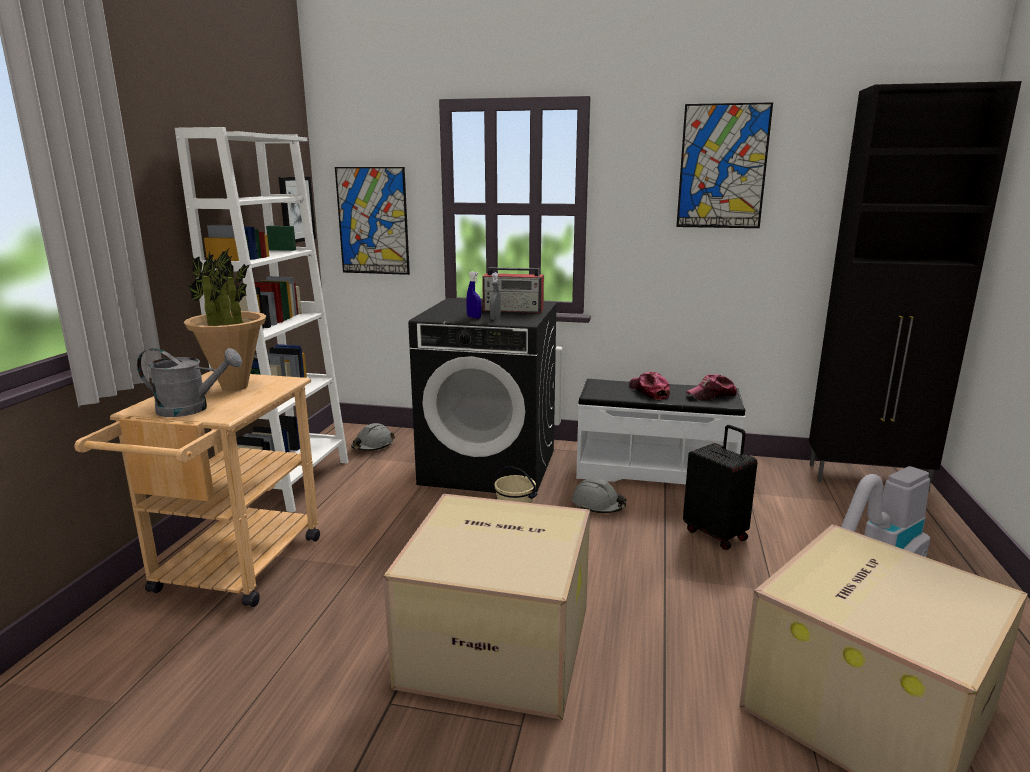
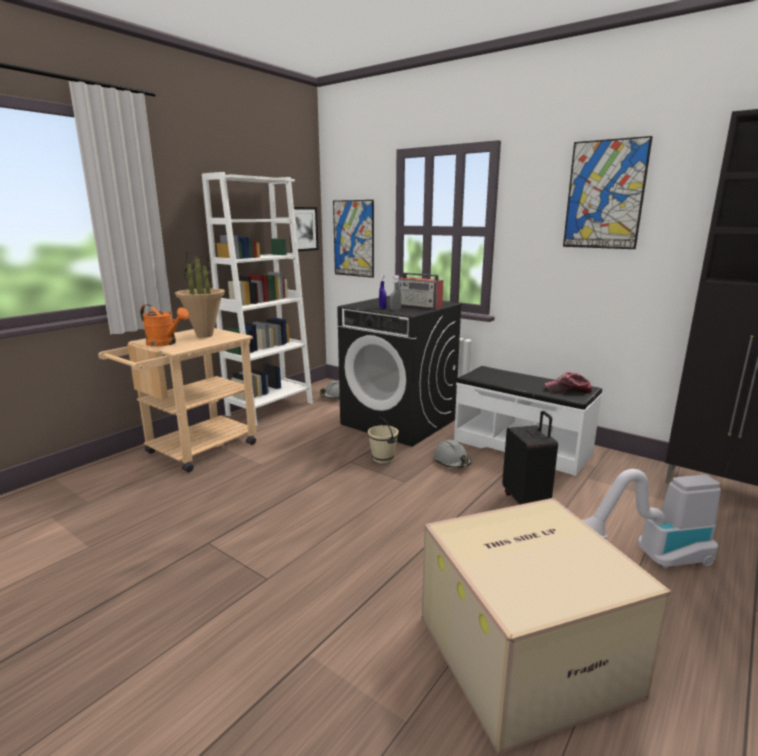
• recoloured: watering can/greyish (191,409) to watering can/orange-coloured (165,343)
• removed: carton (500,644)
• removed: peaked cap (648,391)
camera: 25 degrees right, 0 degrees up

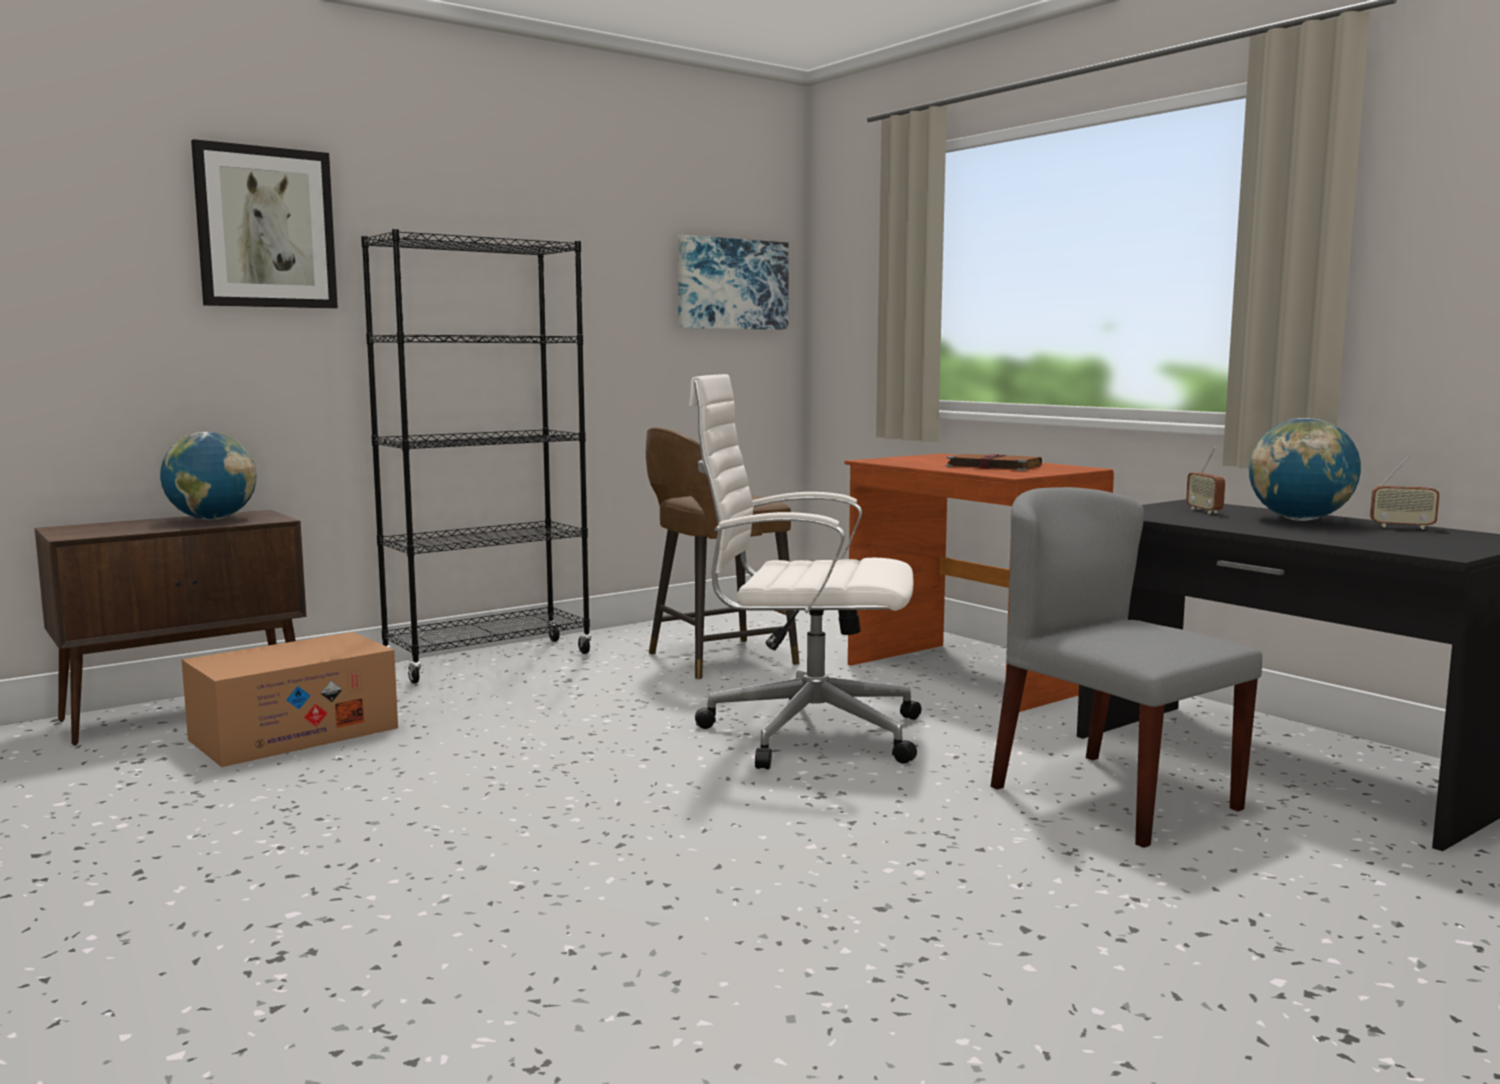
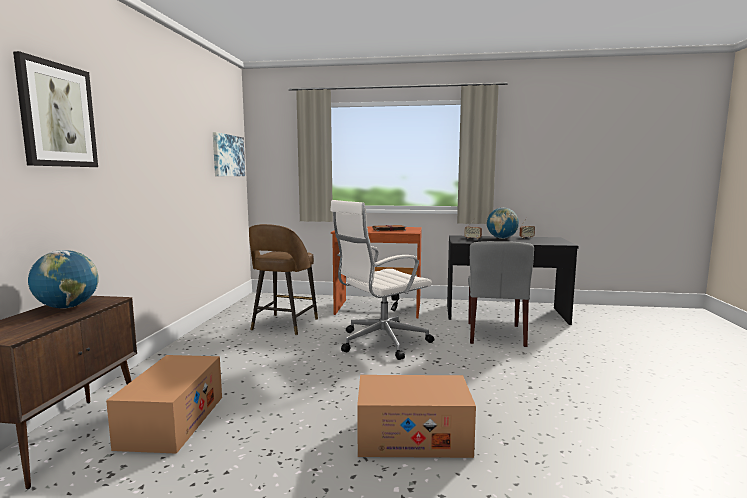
• removed: shelving unit/blackish (489,660)
• turned: plain chair/greyish (1112,797) = (495,334) 90 degrees counterclockwise
• added: carton (413,437)
camera: 45 degrees left, 0 degrees up

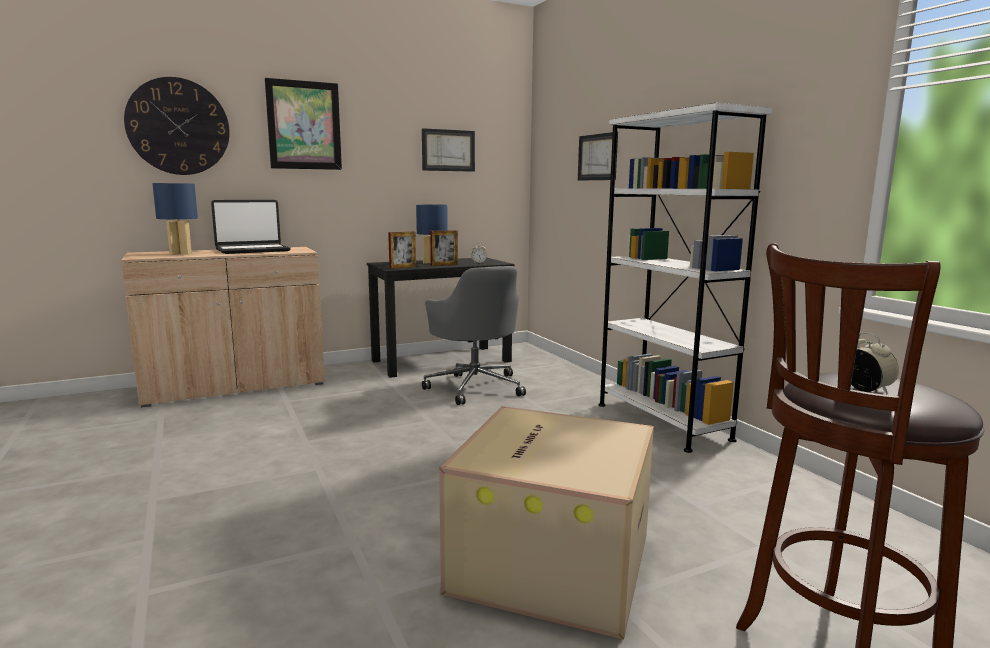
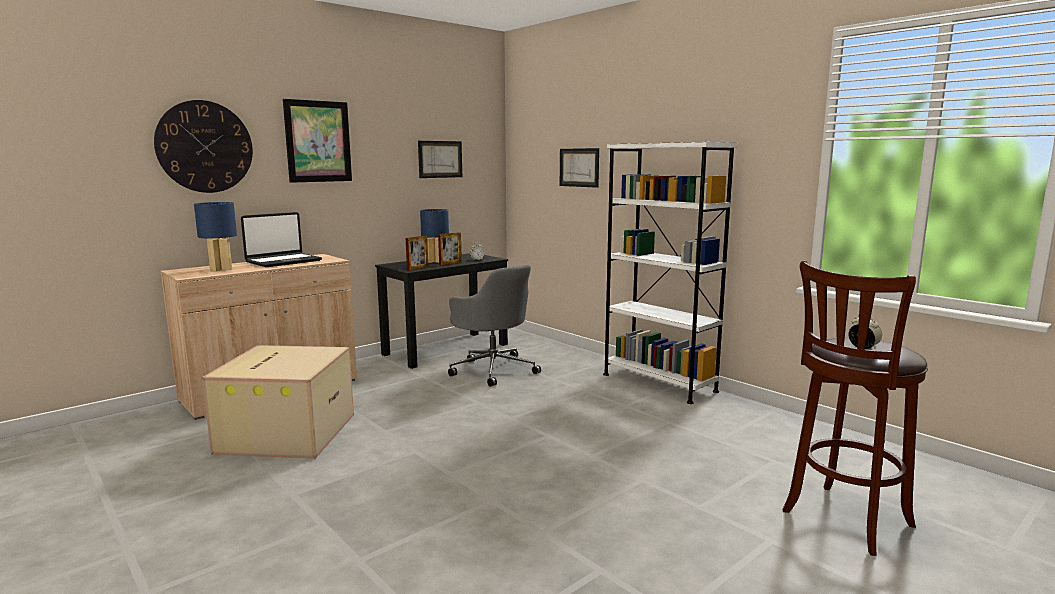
• moved: carton (549,560) to (286,432)
camera: 15 degrees left, 0 degrees up

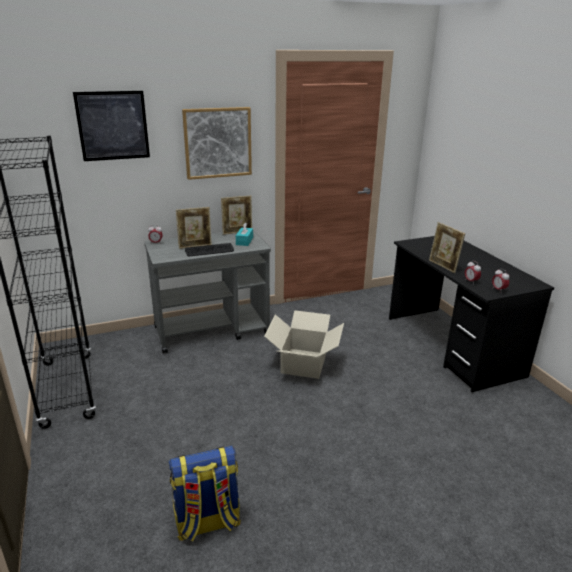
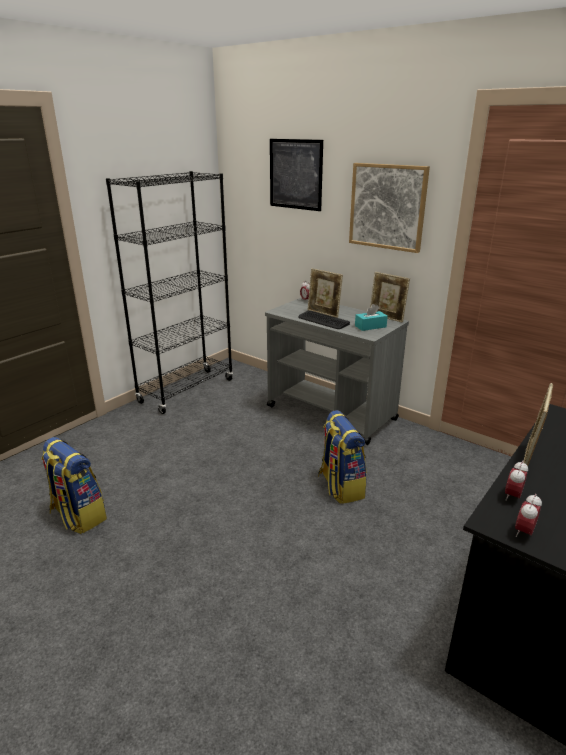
• replaced: carton (303,363) to backpack (340,486)
camera: 60 degrees right, 0 degrees up

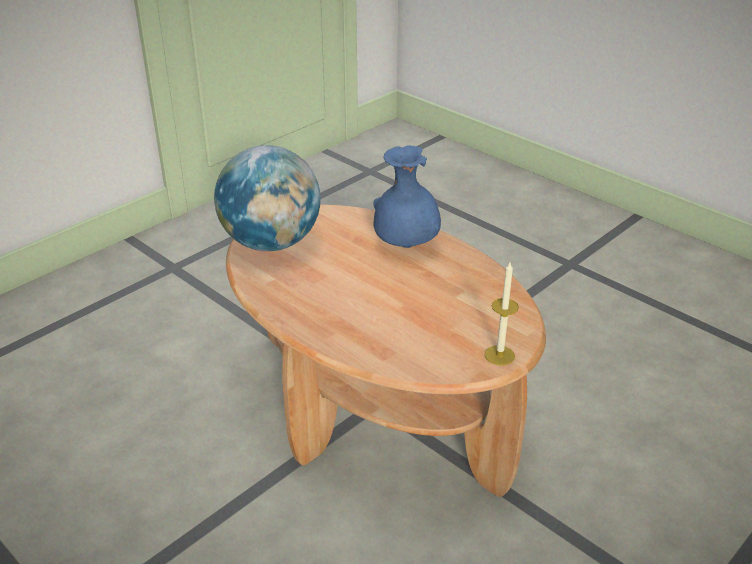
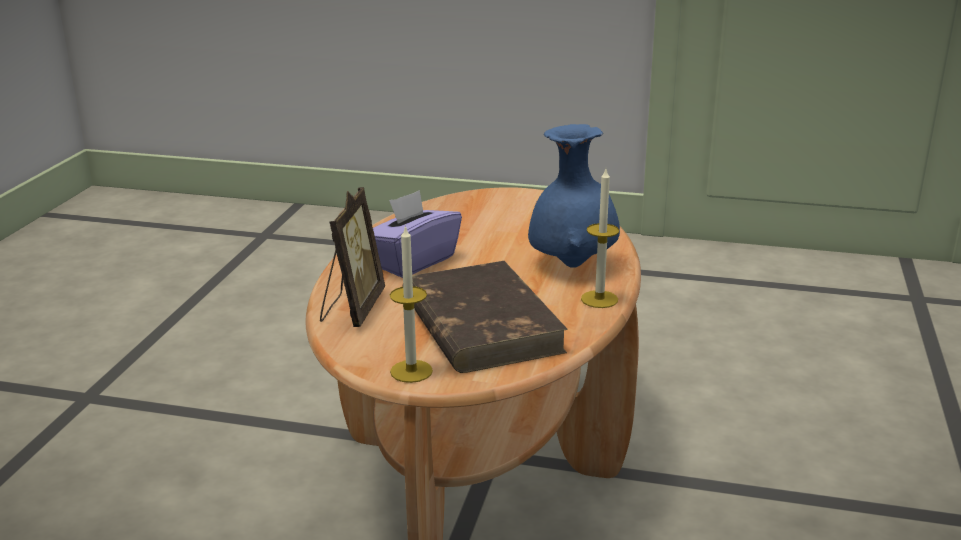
• removed: desk globe (271,243)
• added: picture frame (352,309)
• added: tissue holder/purple (413,261)
• added: volume/brownish (480,324)
• added: wax candle (599,299)
camera: 60 degrees right, 10 degrees down

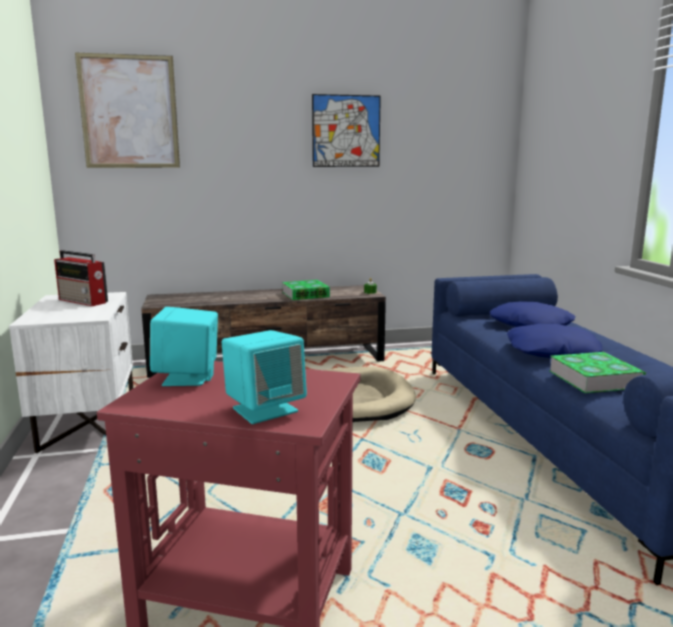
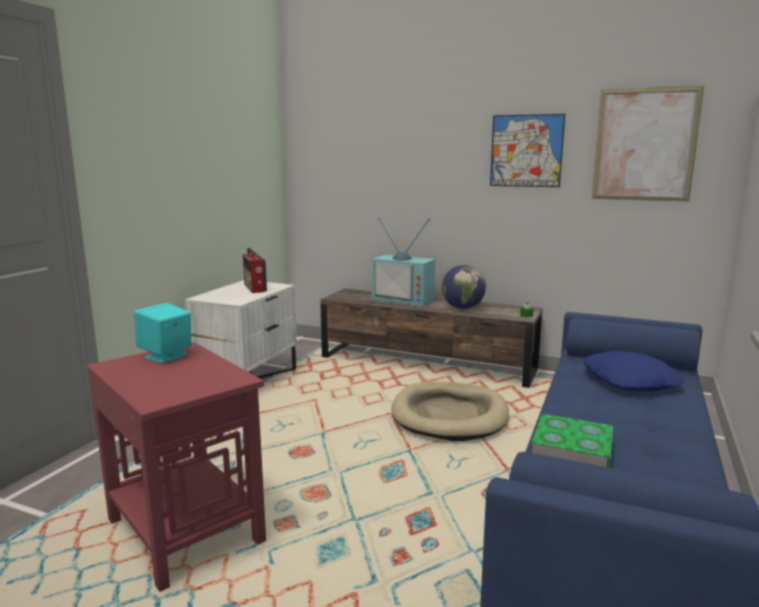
• moved: picture (129,112) to (644,145)
• removed: speaker/turquoise (265,409)
• replaced: volume (305,294) to desk globe (462,308)
• removed: cushion/blue (552,351)
• added: TV (405,299)
camera: 35 degrees right, 0 degrees up

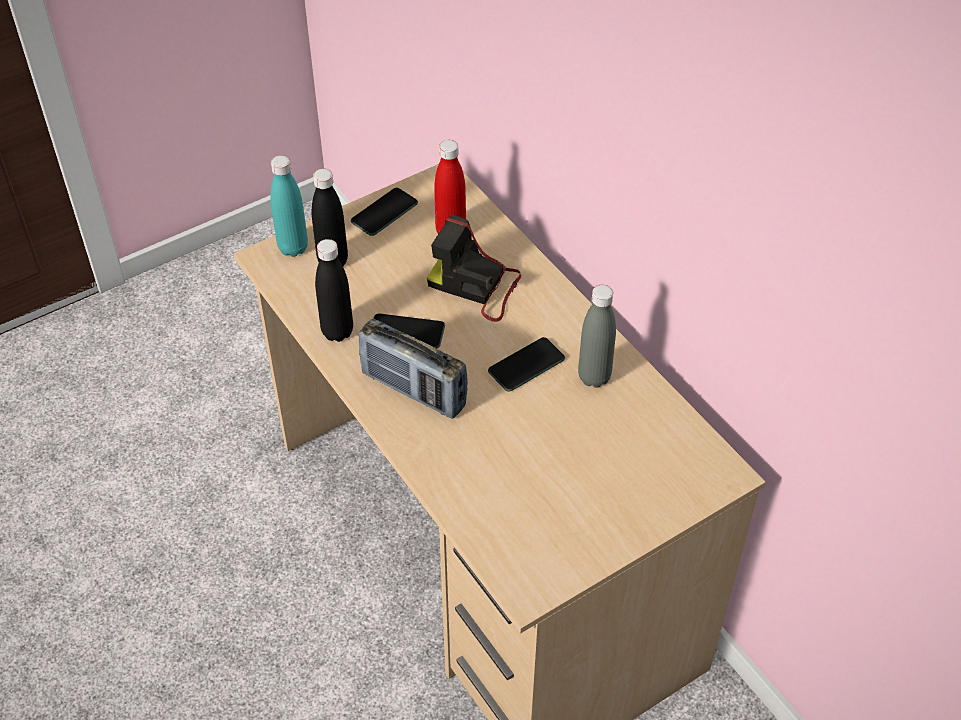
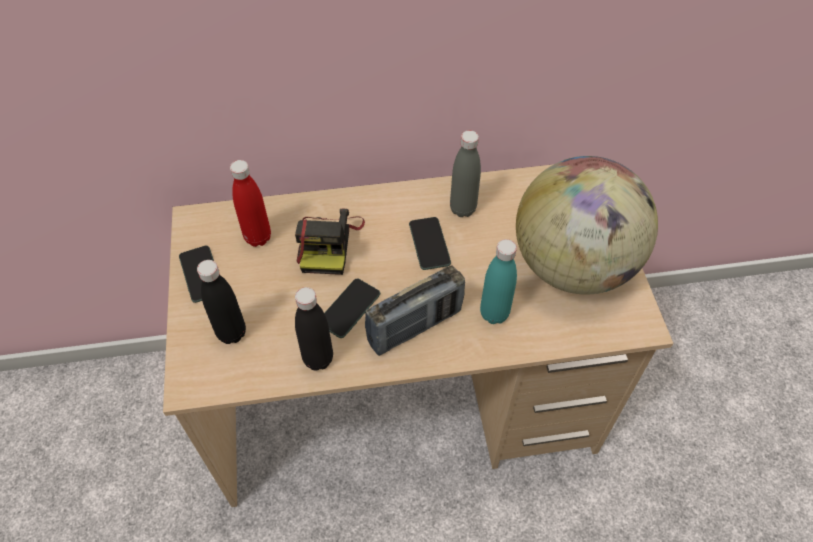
• moved: beverage bottle/turquoise (293,248) to (494,313)
• turned: still camera (476,286) = (328,243) 45 degrees counterclockwise
• added: desk globe (573,265)
camera: 65 degrees left, 5 degrees up

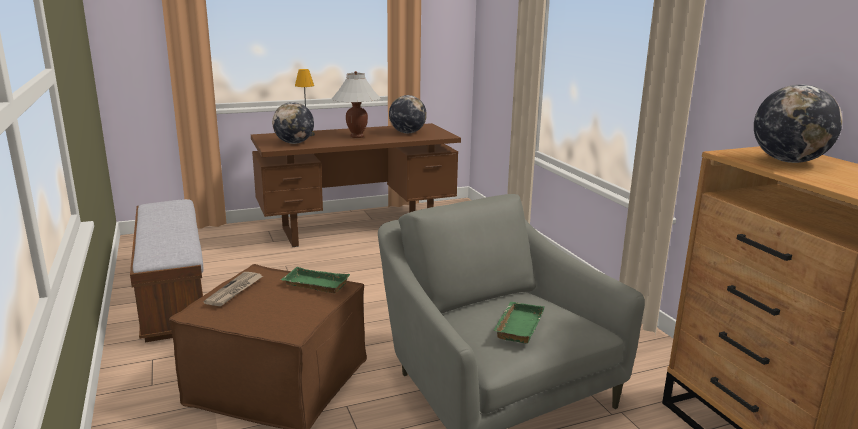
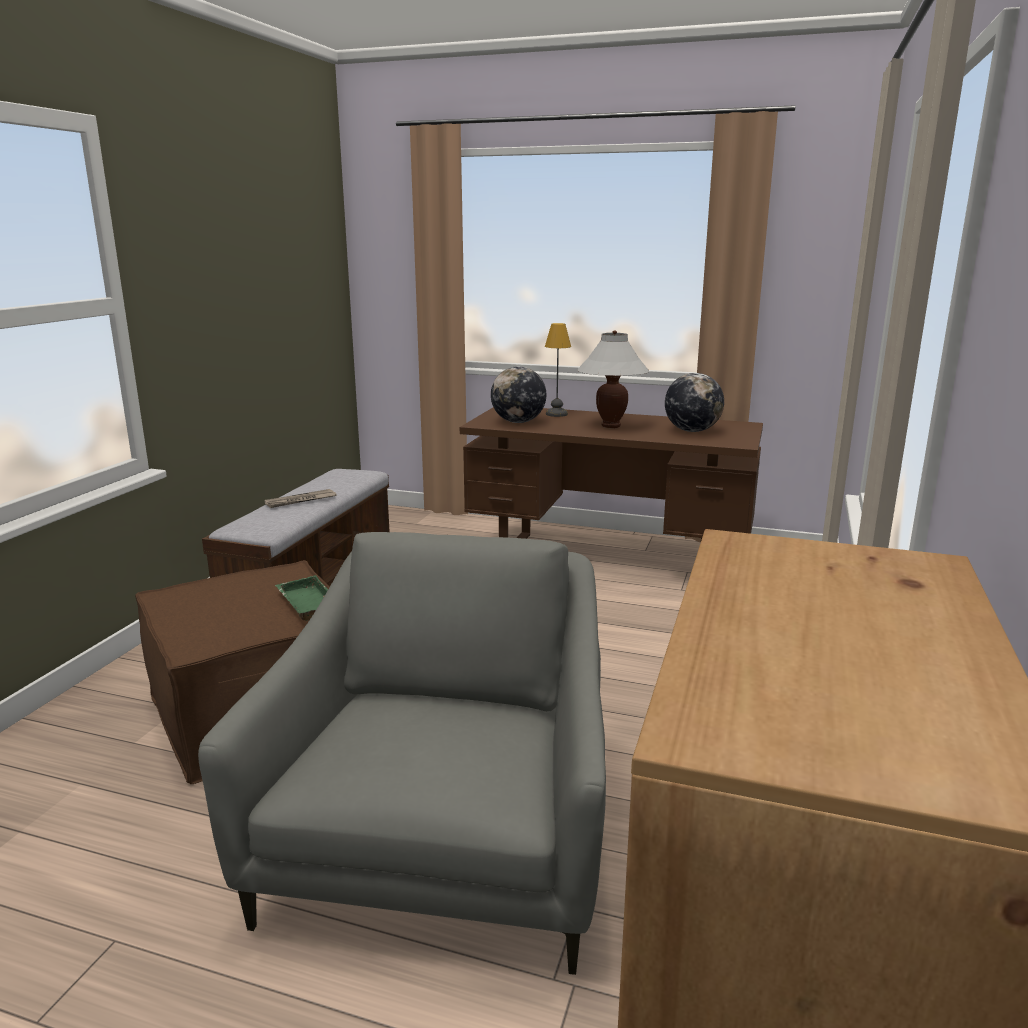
• moved: newspaper (235,291) to (300,501)
• removed: carrying tray/greenish (517,325)
• removed: desk globe (788,161)
camera: 40 degrees right, 0 degrees up

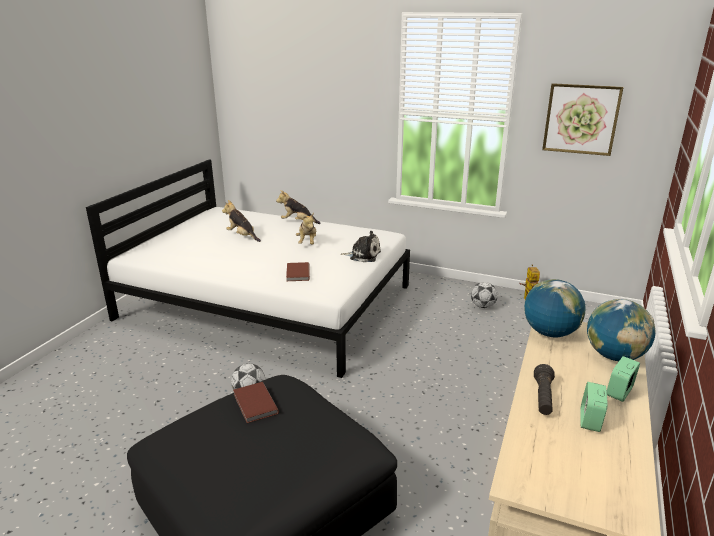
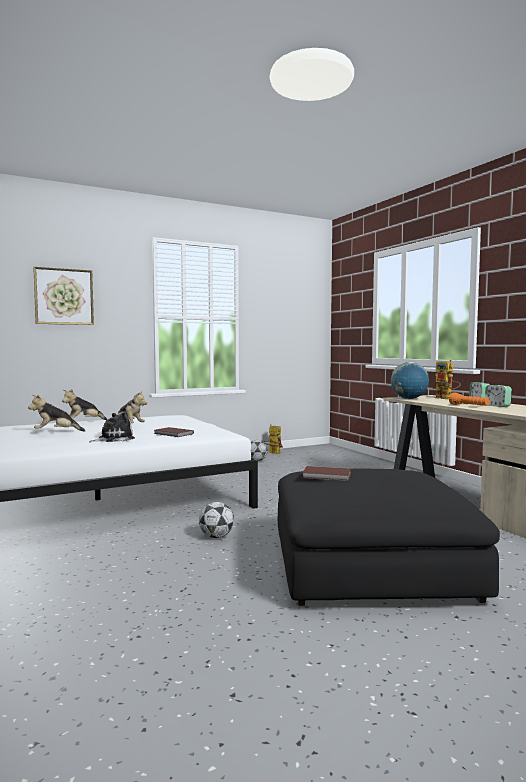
• moved: cuddly toy (363,255) to (113,439)
• recoloured: torch/blackish (543,398) to torch/orange-coloured (469,406)
• moved: picture (581,119) to (64,296)
• replaced: desk globe (614,356) to robot figure (446,398)
camera: 50 degrees left, 20 degrees down

